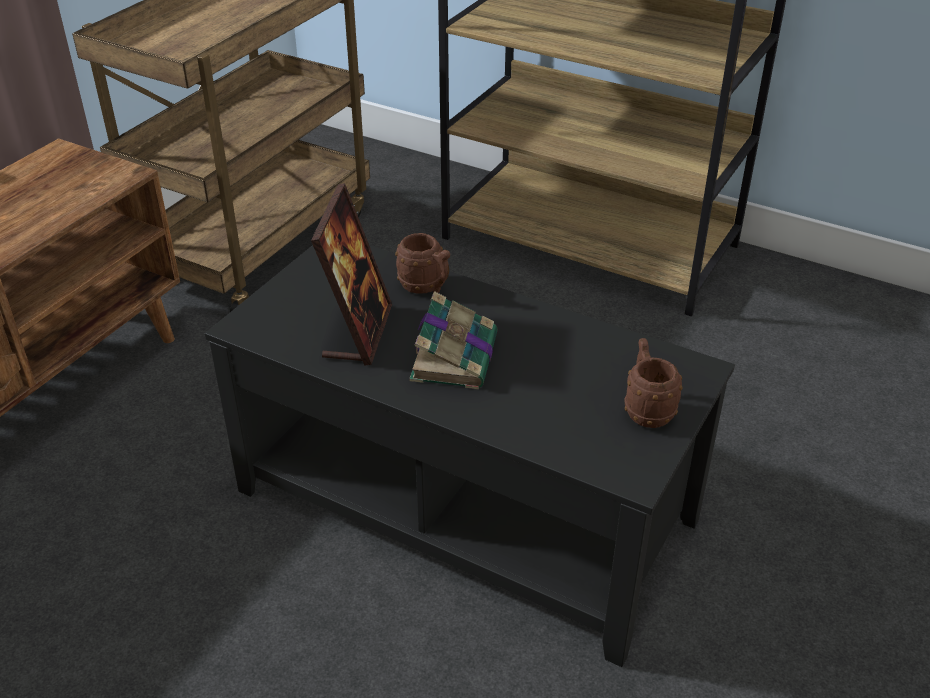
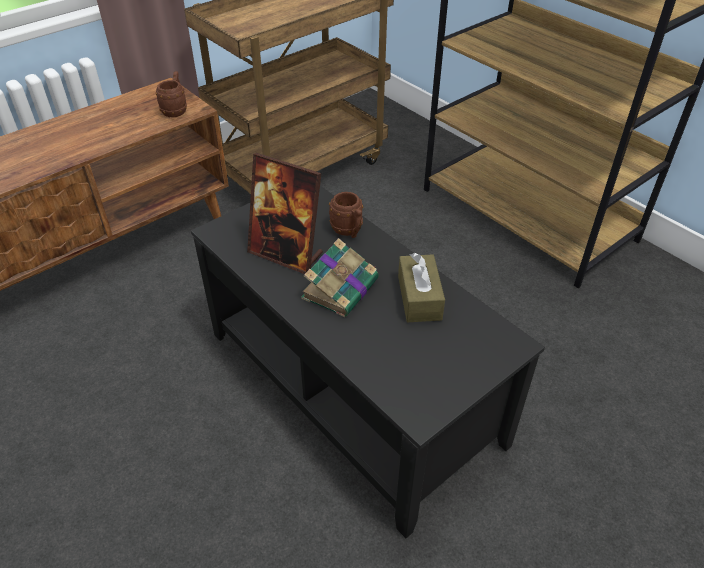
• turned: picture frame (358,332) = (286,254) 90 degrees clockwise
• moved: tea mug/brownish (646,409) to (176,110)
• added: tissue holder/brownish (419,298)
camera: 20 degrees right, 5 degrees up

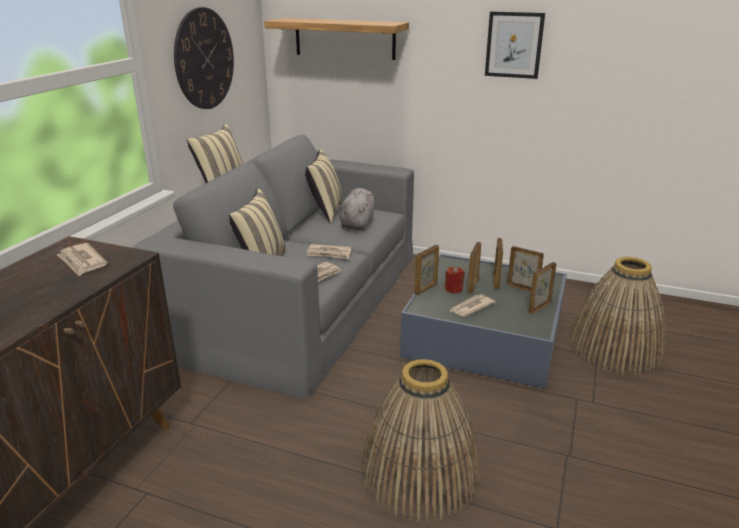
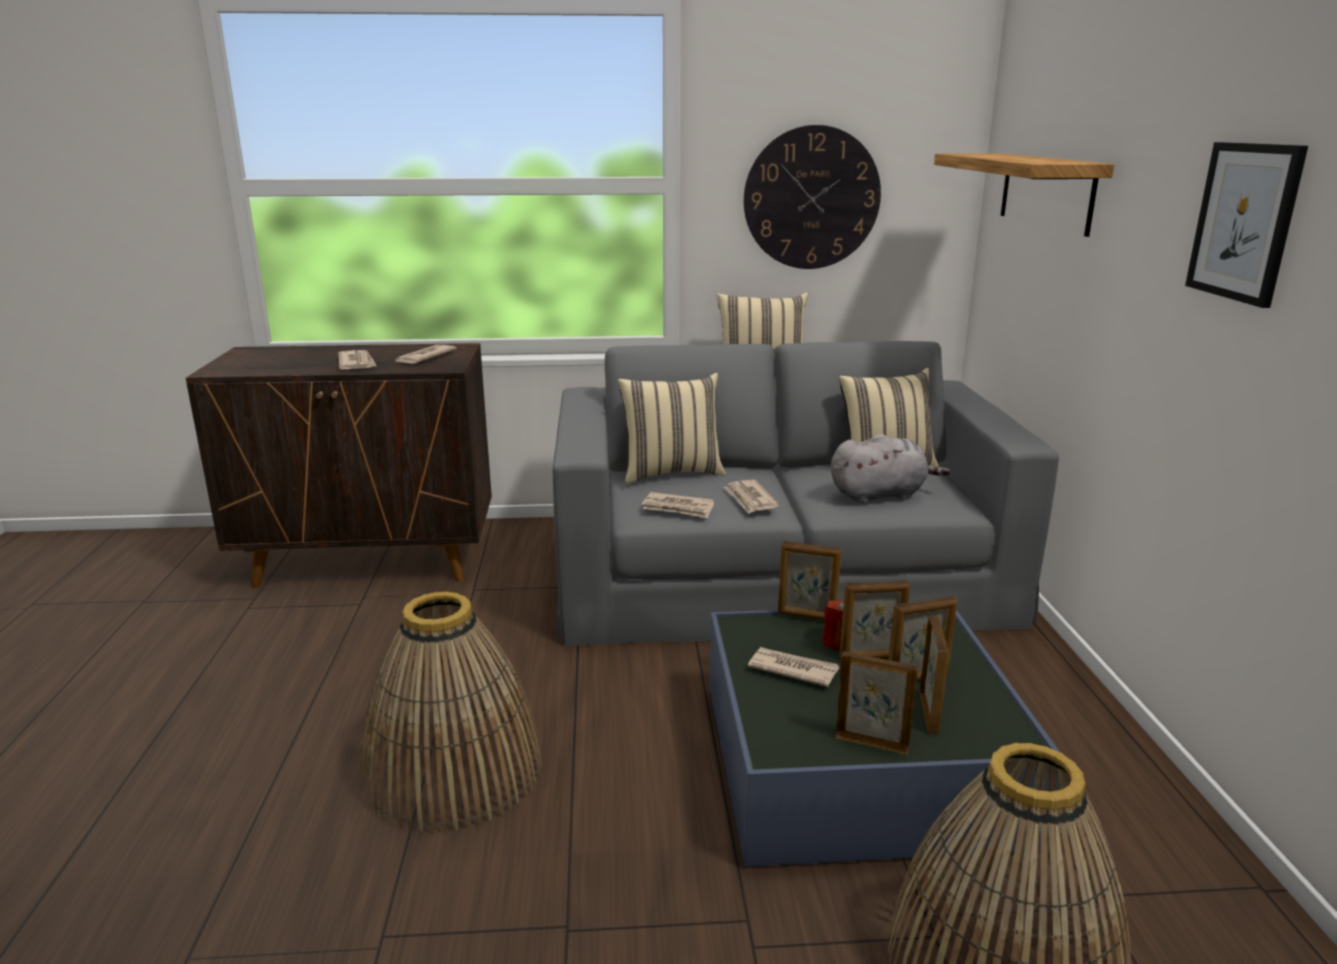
• added: newspaper (357,363)
camera: 65 degrees right, 5 degrees down

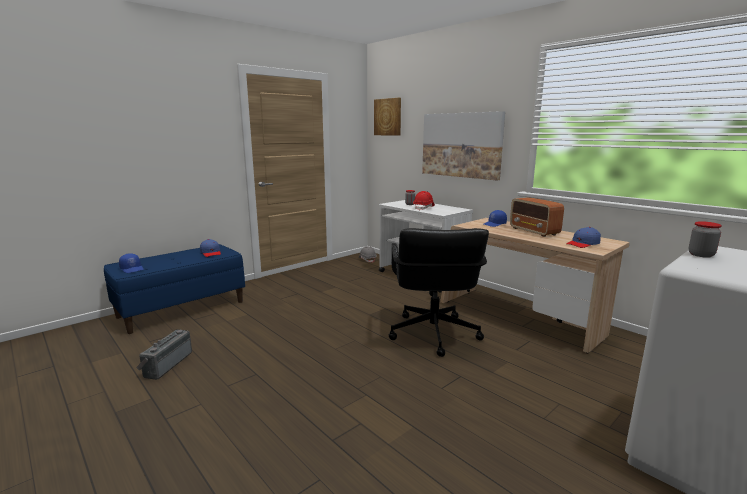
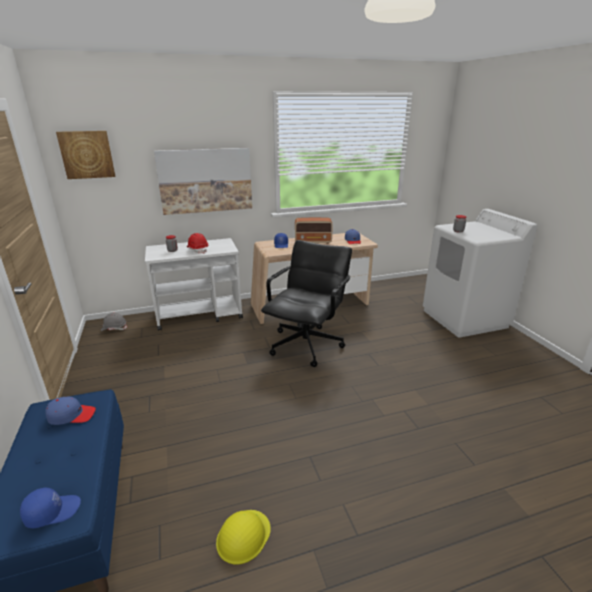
• replaced: radio (166,364) to work helmet/yellowish (243,536)
• turned: desk chair/blackish (433,334) = (307,345) 90 degrees counterclockwise
camera: 65 degrees left, 10 degrees up

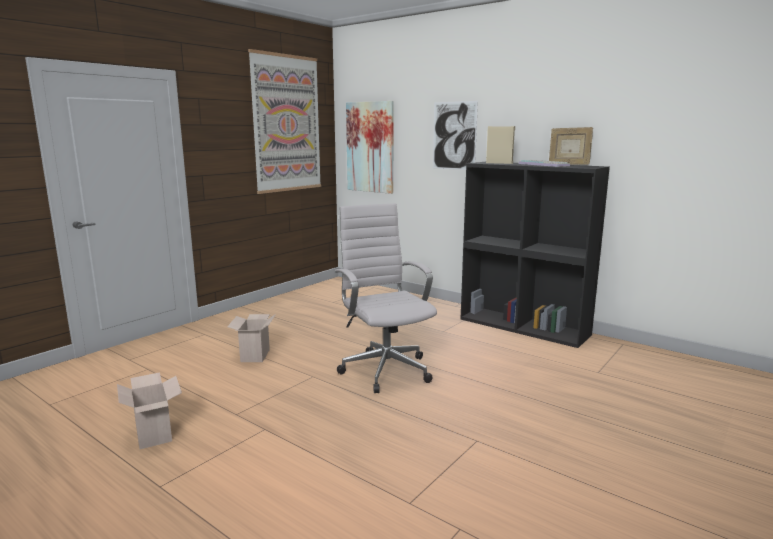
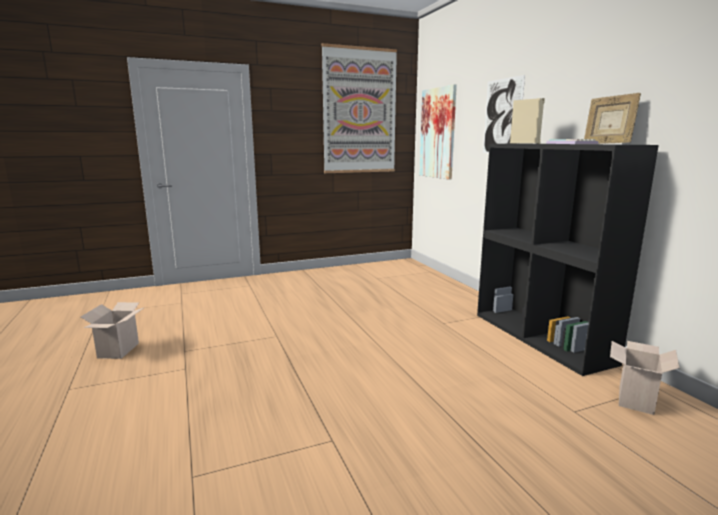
• moved: carton (254,355) to (634,399)
• removed: desk chair/white (385,369)
camera: 30 degrees right, 0 degrees up

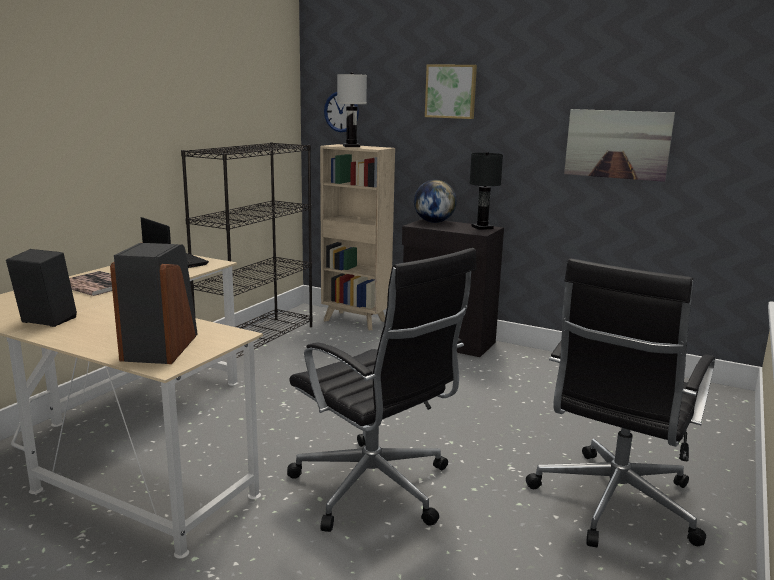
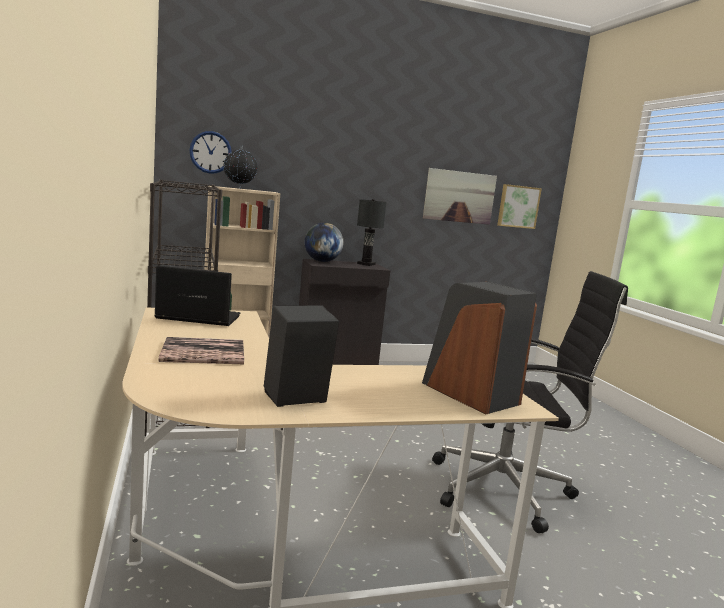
• replaced: tabletop lamp/white (351,146) to desk globe (239,188)
• moved: picture (451,91) to (518,206)
• removed: desk chair/blackish (613,504)
camera: 45 degrees left, 5 degrees down

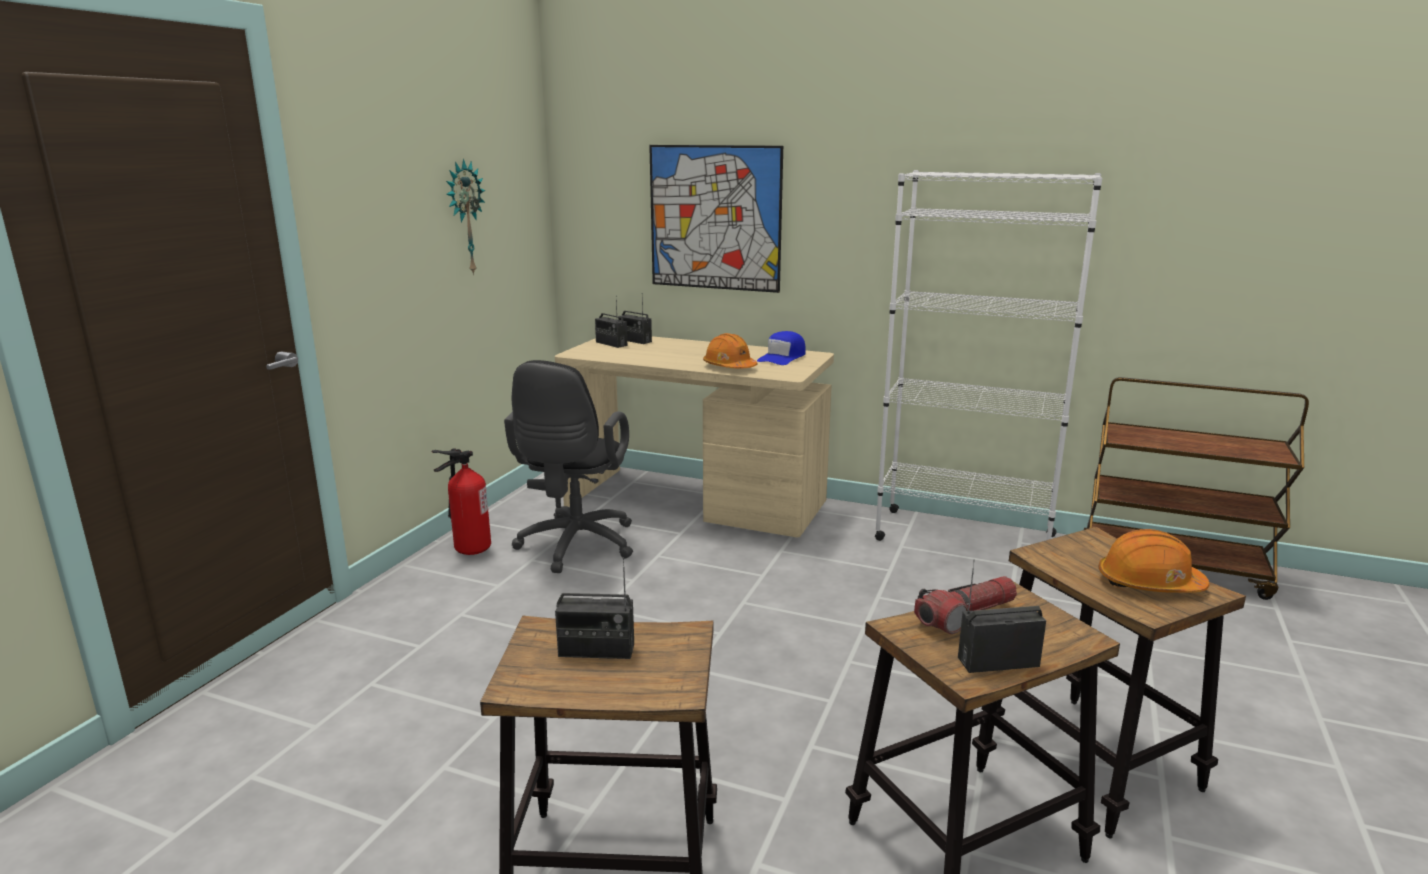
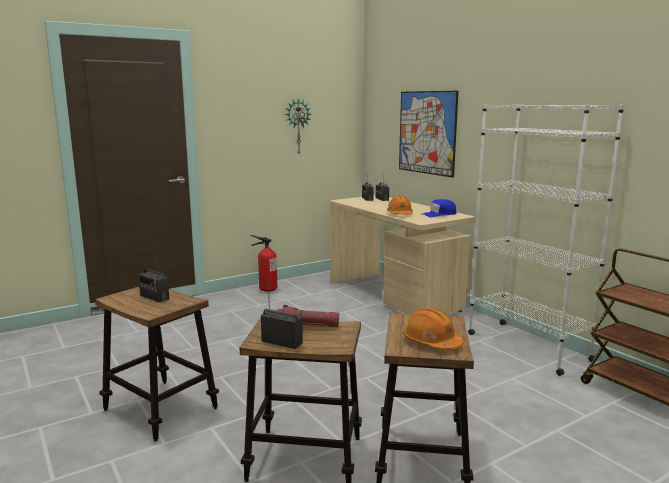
• removed: desk chair/blackish (574,547)
camera: 35 degrees right, 5 degrees down

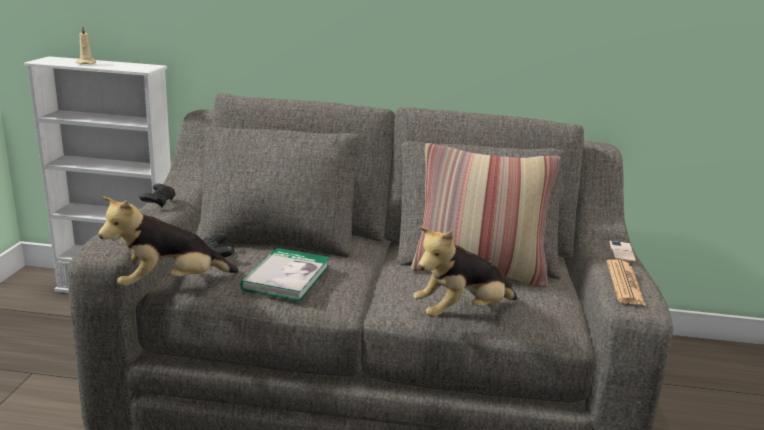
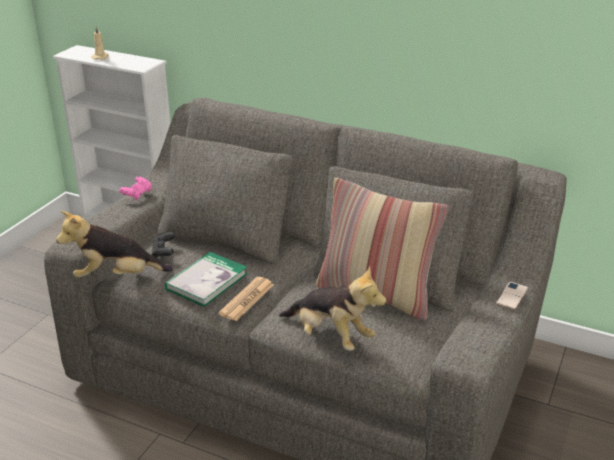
• recoloured: game controller/blackish (159,203) to game controller/pink (137,194)
• turned: cuddly toy (461,313) = (330,336) 135 degrees counterclockwise
• moved: newspaper (624,283) to (247,299)
camera: 20 degrees right, 10 degrees up

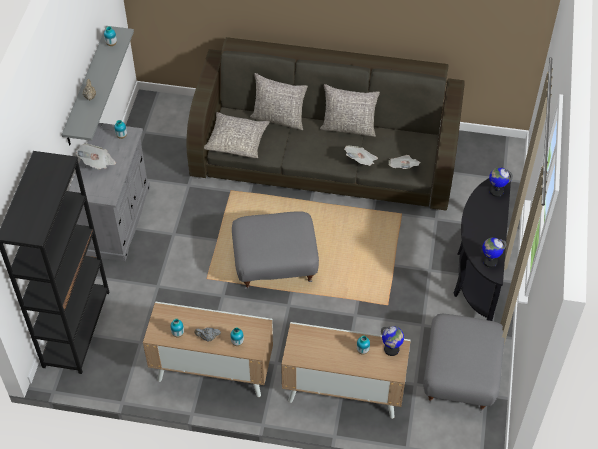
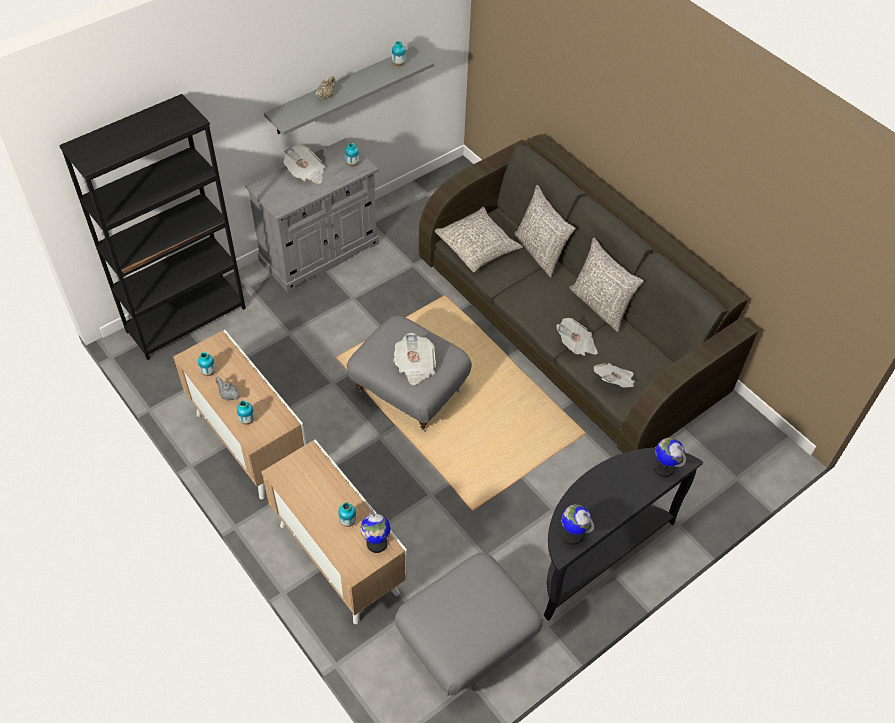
• added: newspaper (415,366)
camera: 40 degrees right, 0 degrees up

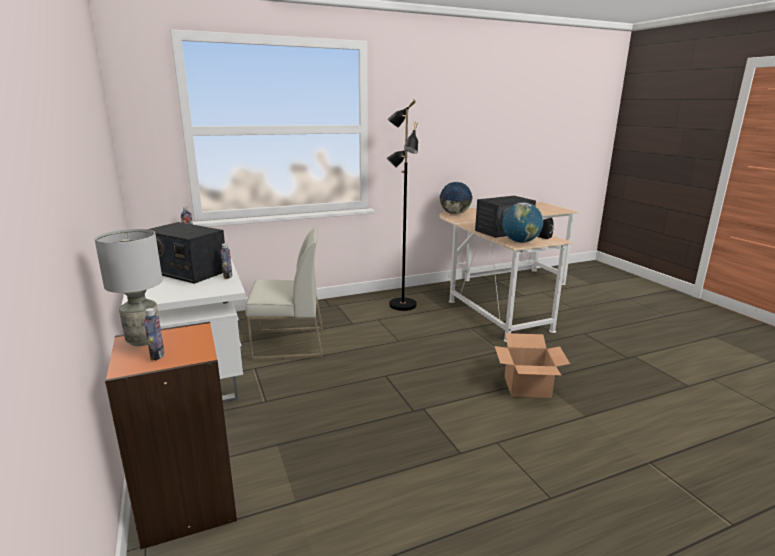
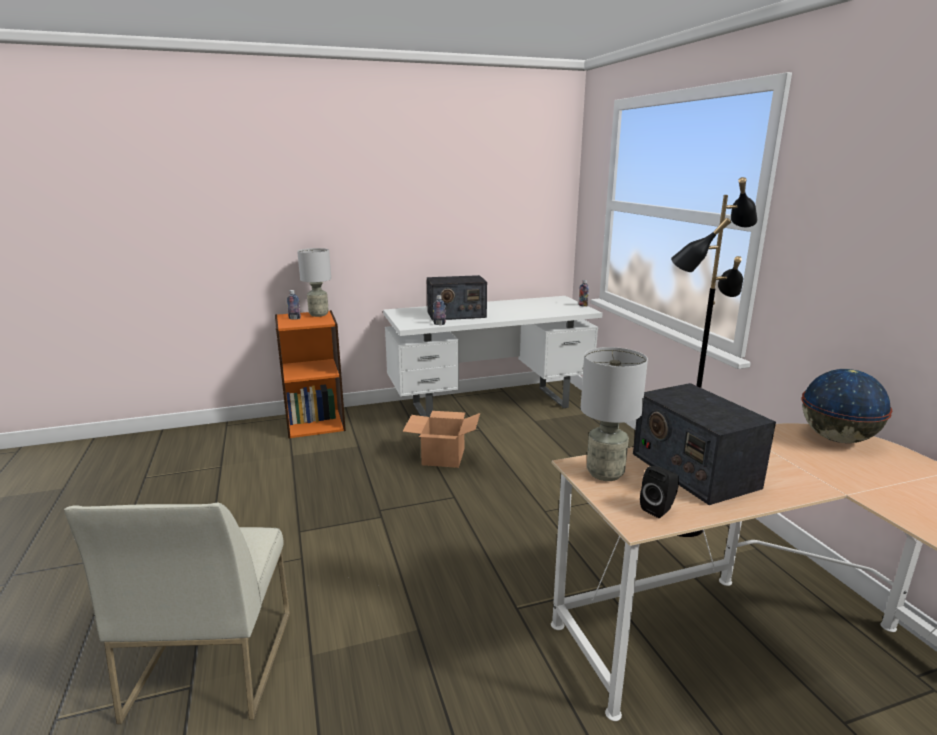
• turned: radio (188,271) = (456,314) 135 degrees counterclockwise
• moved: plain chair/white (288,344) to (211,662)
• moved: carton (527,386) to (443,457)
• replaced: desk globe (520,242) to tabletop lamp/greyish (605,474)
camera: 95 degrees right, 0 degrees up

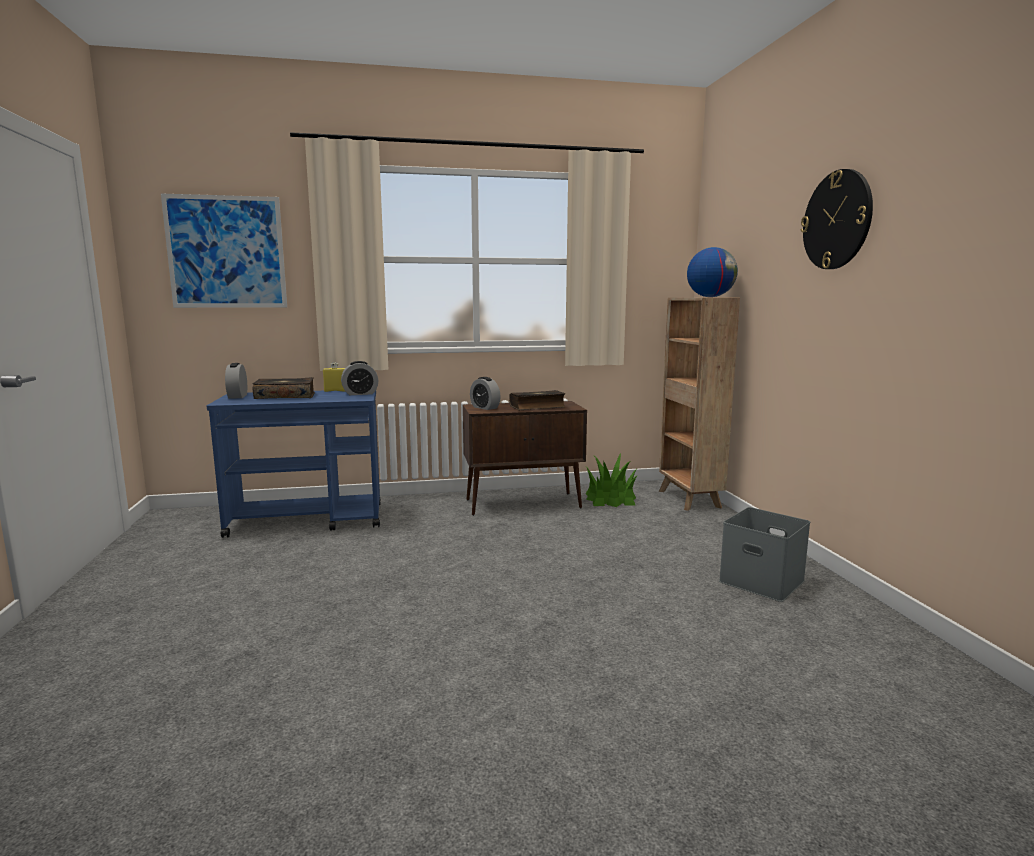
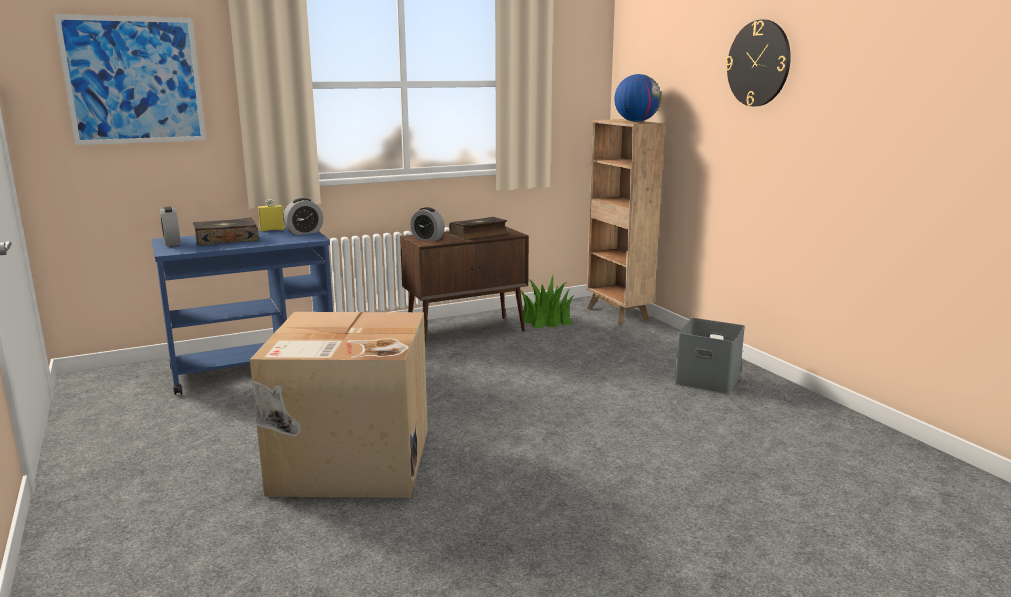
• added: carton (350,461)
camera: 15 degrees left, 5 degrees up

